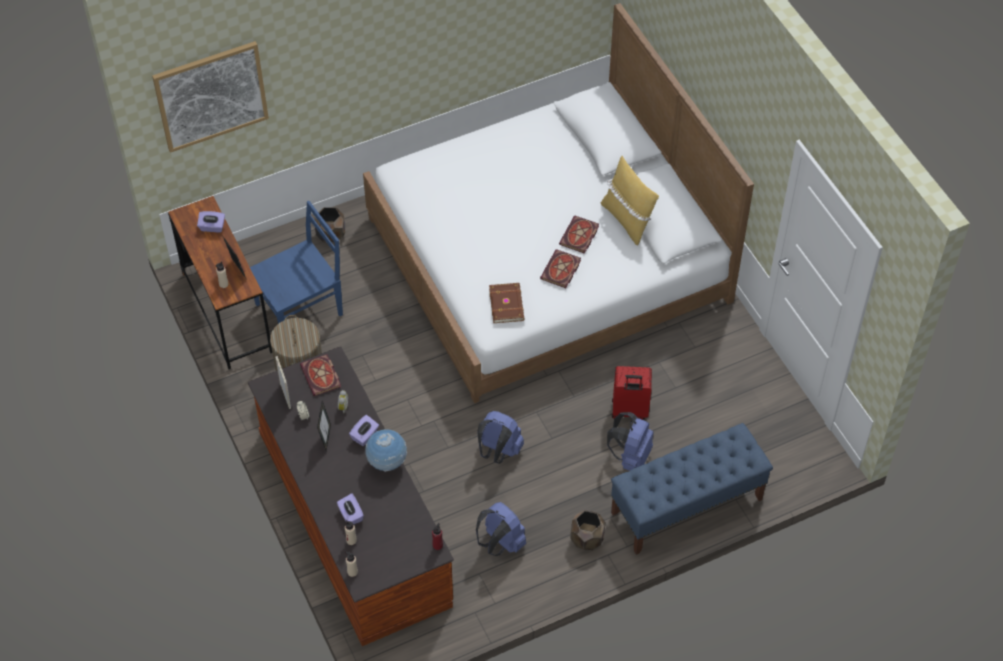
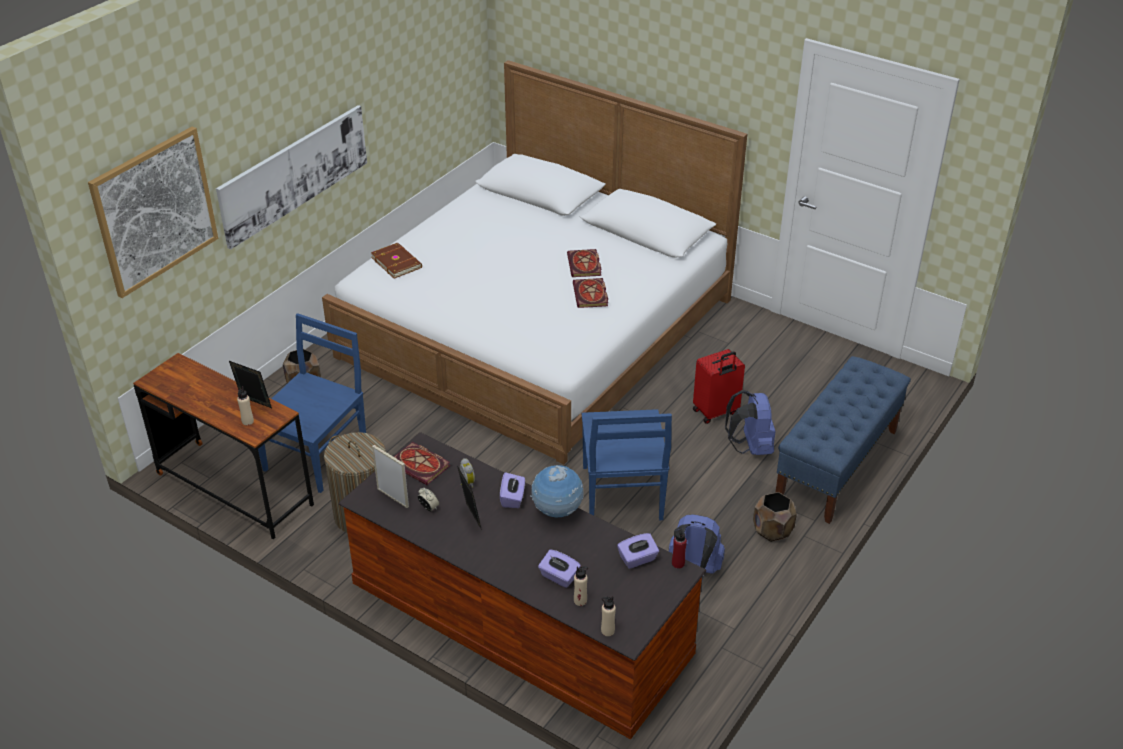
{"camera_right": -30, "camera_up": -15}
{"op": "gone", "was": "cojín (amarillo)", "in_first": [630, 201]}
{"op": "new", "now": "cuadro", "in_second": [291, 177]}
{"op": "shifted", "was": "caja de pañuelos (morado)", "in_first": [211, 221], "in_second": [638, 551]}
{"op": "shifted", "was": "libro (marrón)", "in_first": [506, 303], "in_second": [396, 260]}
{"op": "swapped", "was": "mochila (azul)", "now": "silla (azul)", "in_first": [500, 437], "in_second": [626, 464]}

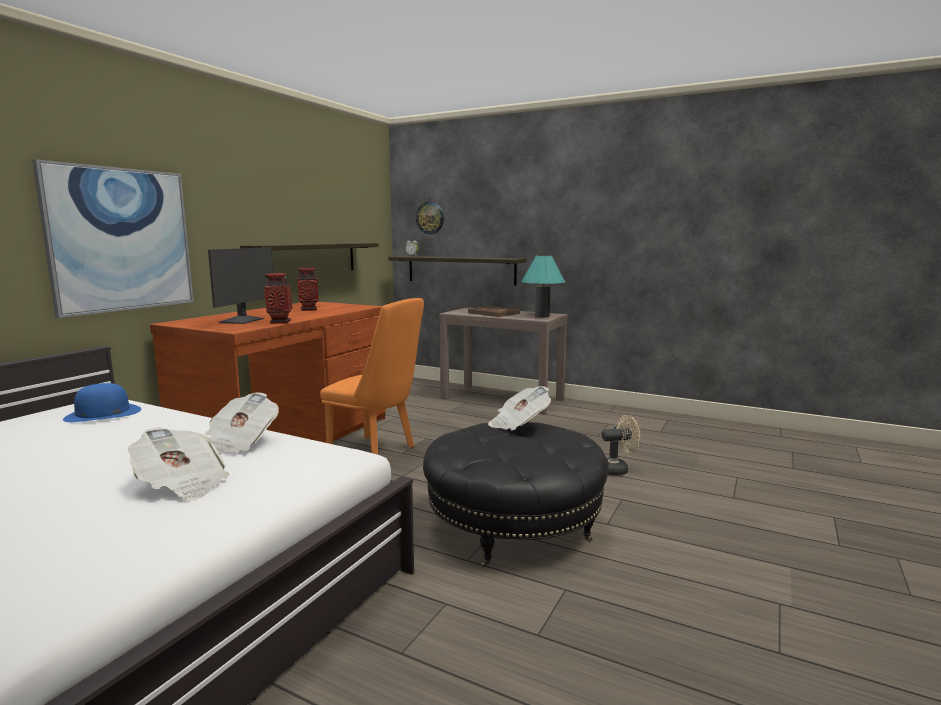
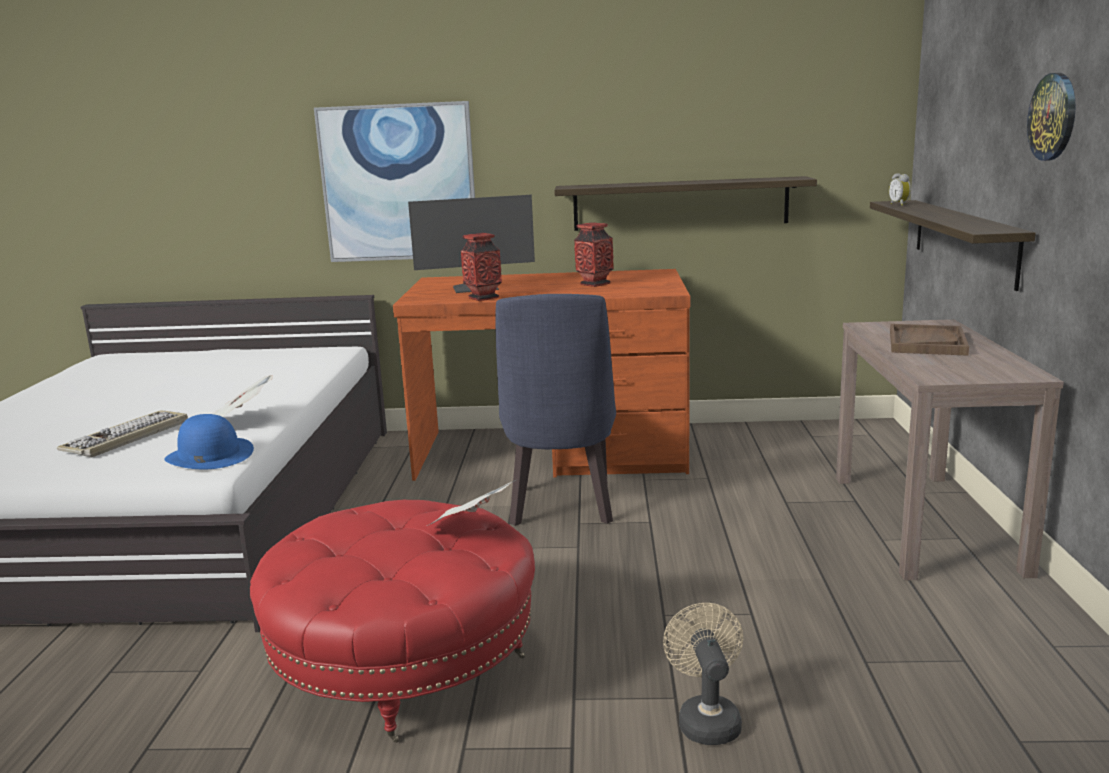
{"camera_right": 65, "camera_up": 5}
{"op": "gone", "was": "lámpara de mesa (turquesa)", "in_first": [543, 286]}
{"op": "shifted", "was": "sombrero (azul)", "in_first": [102, 402], "in_second": [209, 441]}
{"op": "shifted", "was": "reloj de pared", "in_first": [430, 218], "in_second": [1051, 117]}
{"op": "swapped", "was": "periódico", "now": "teclado", "in_first": [179, 464], "in_second": [122, 434]}
{"op": "repainted", "was": "silla (naranja)", "now": "silla (azul)", "in_first": [372, 376], "in_second": [555, 410]}
{"op": "repainted", "was": "puf (negro)", "now": "puf (rojo)", "in_first": [516, 495], "in_second": [392, 621]}
{"op": "rotated", "was": "ventilador (beis)", "in_first": [621, 445], "in_second": [703, 674], "clockwise": -150}

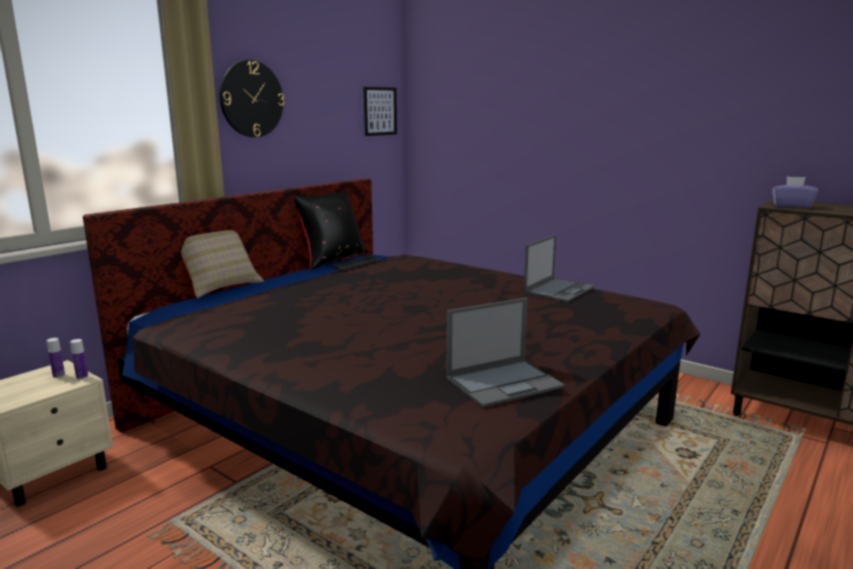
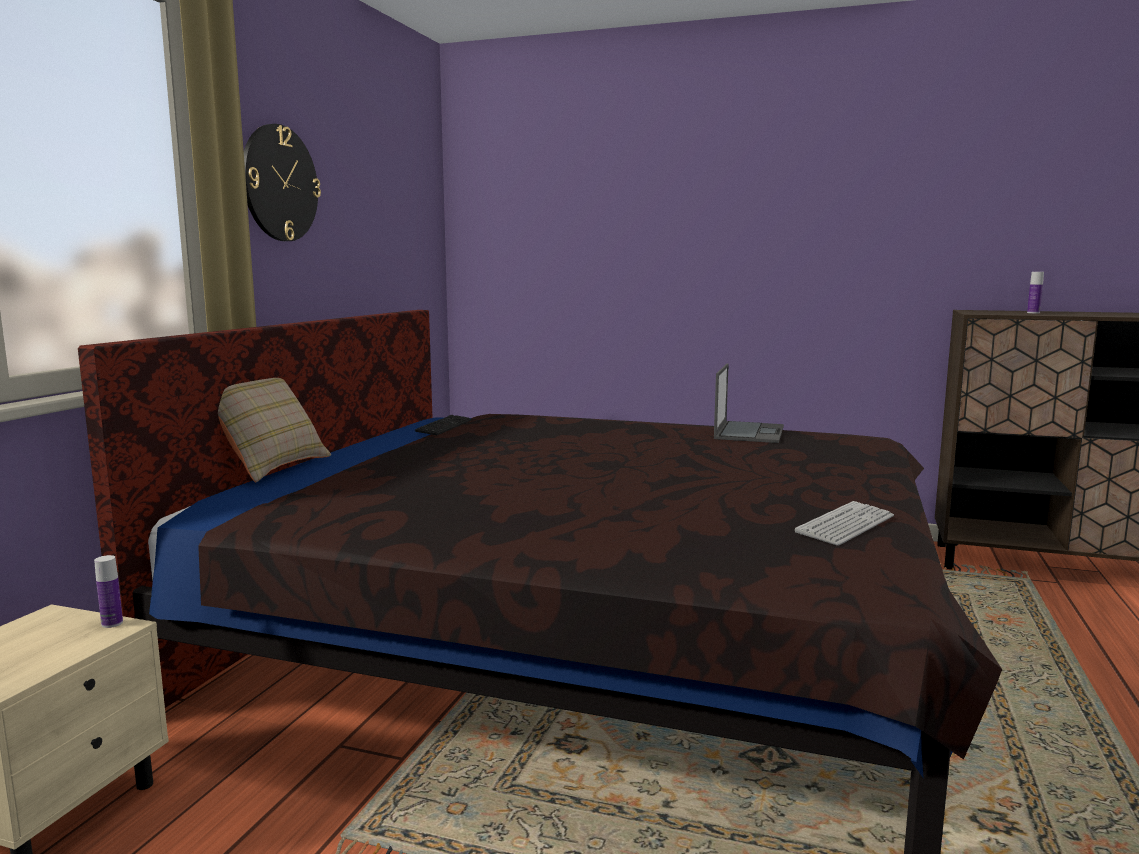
{"camera_right": -20, "camera_up": -5}
{"op": "gone", "was": "cojín (negro)", "in_first": [331, 231]}
{"op": "gone", "was": "cuadro", "in_first": [380, 111]}
{"op": "gone", "was": "caja de pañuelos (morado)", "in_first": [795, 192]}
{"op": "shifted", "was": "botella", "in_first": [56, 358], "in_second": [1035, 292]}
{"op": "swapped", "was": "portátil", "now": "teclado", "in_first": [505, 352], "in_second": [844, 523]}

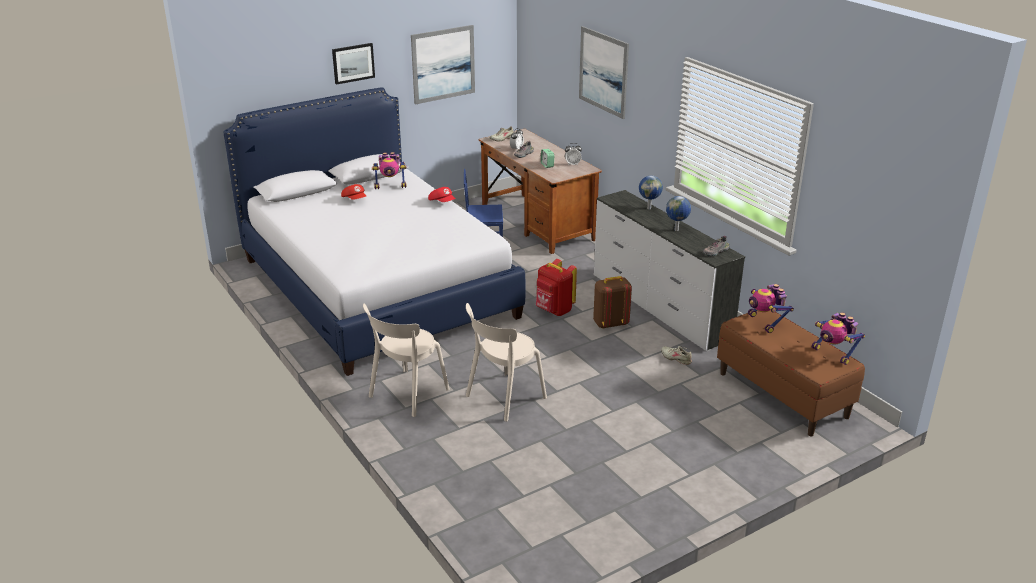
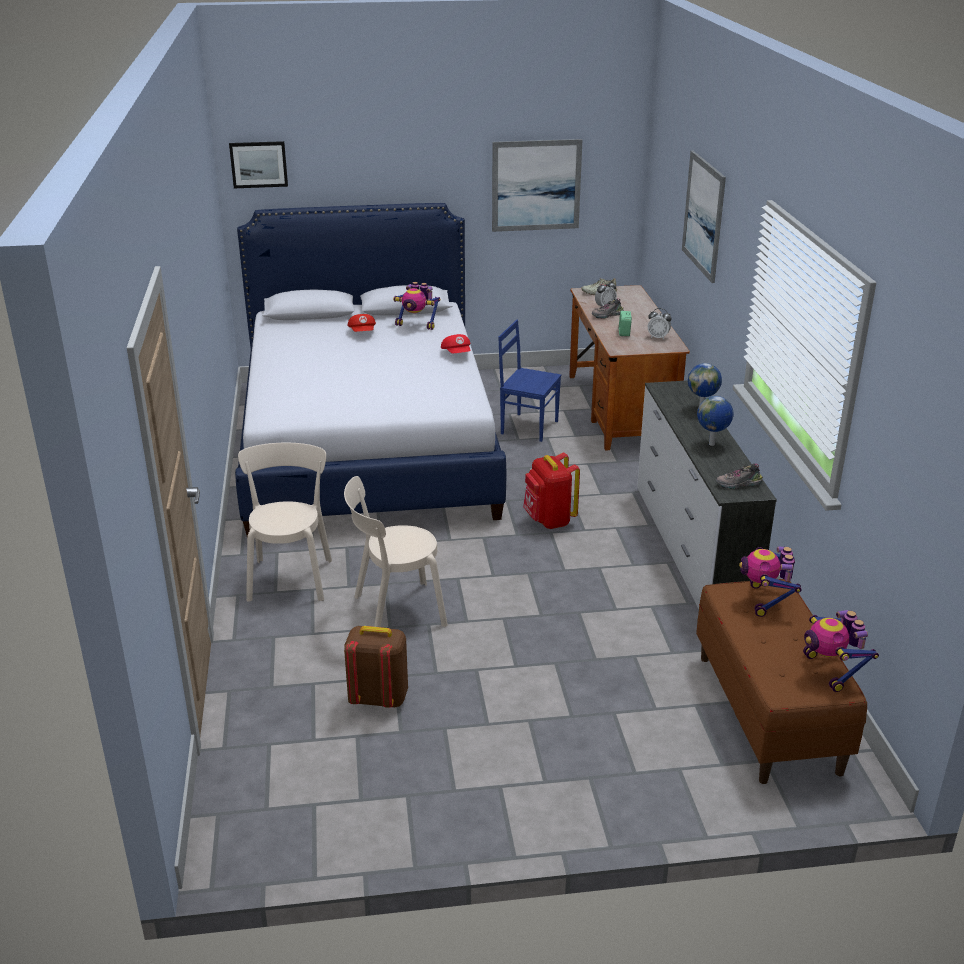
{"camera_right": 25, "camera_up": 0}
{"op": "gone", "was": "zapato (beis)", "in_first": [676, 355]}
{"op": "shifted", "was": "cuadro", "in_first": [353, 64], "in_second": [258, 164]}
{"op": "shifted", "was": "mochila (marrón)", "in_first": [612, 302], "in_second": [376, 667]}
{"op": "rotated", "was": "silla (beis)", "in_first": [406, 360], "in_second": [285, 522], "clockwise": 120}

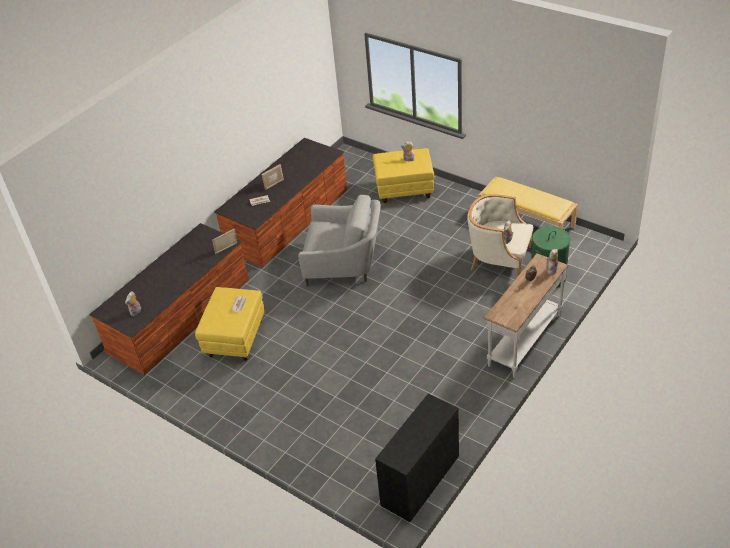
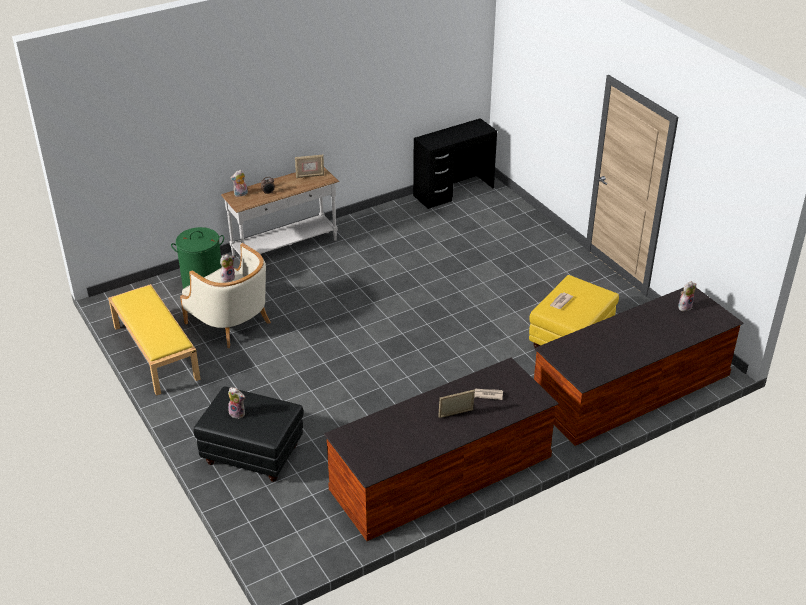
{"camera_right": -160, "camera_up": -5}
{"op": "gone", "was": "sillón (gris)", "in_first": [339, 241]}
{"op": "shifted", "was": "portarretratos", "in_first": [224, 241], "in_second": [309, 166]}
{"op": "repainted", "was": "puf (amarillo)", "now": "puf (negro)", "in_first": [403, 175], "in_second": [248, 434]}

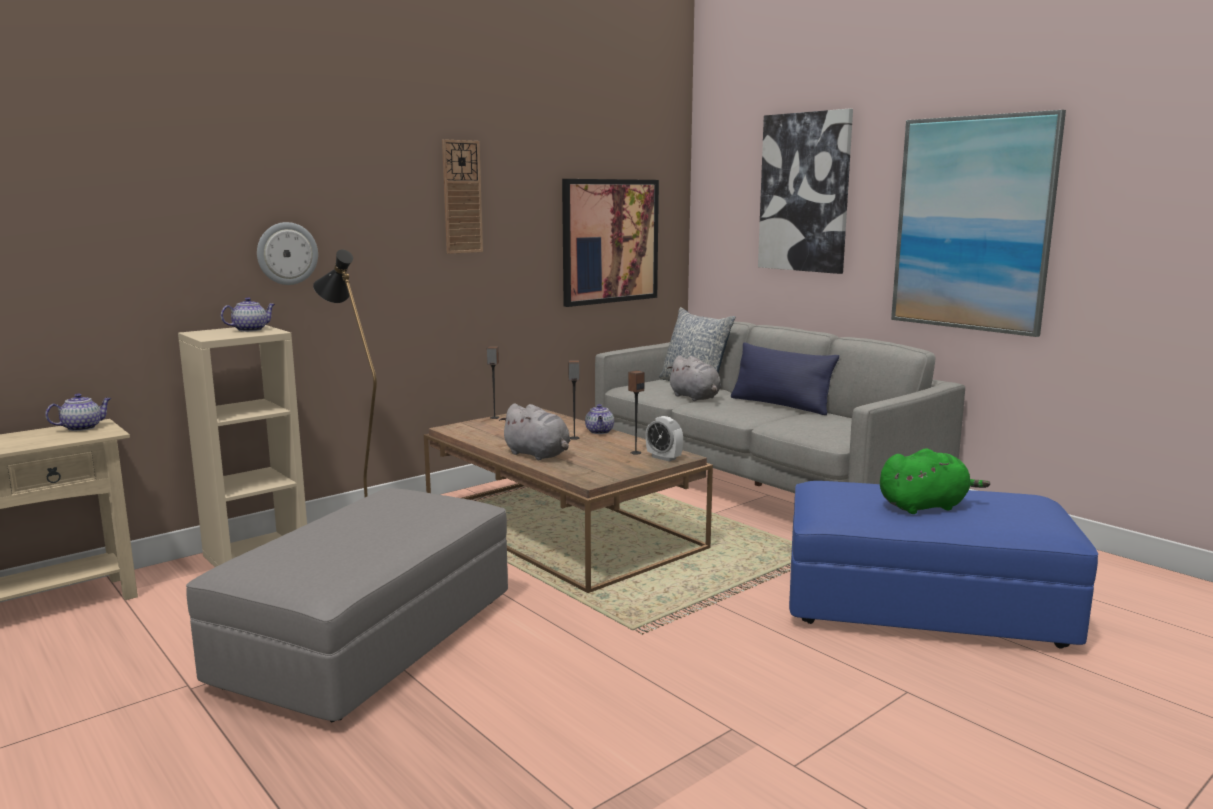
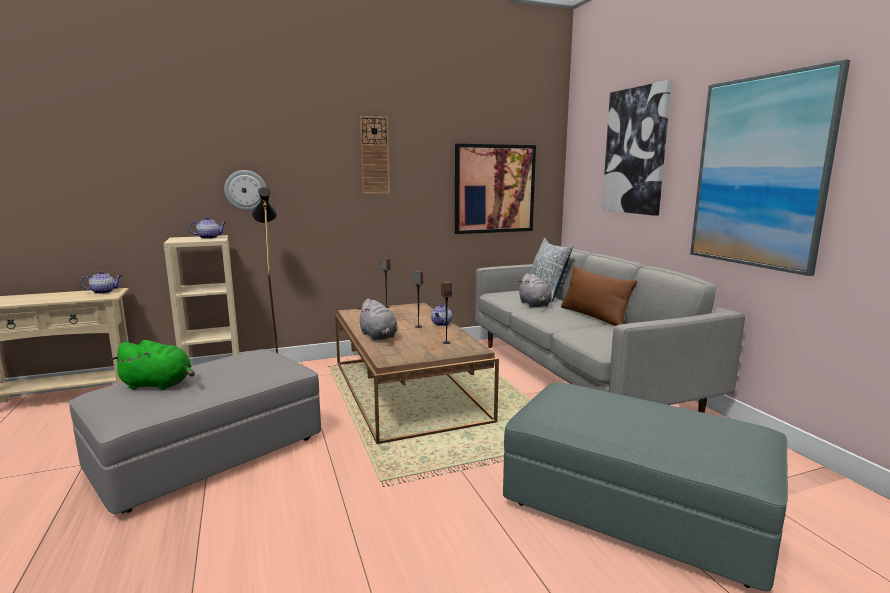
{"camera_right": 20, "camera_up": 0}
{"op": "gone", "was": "despertador", "in_first": [664, 439]}
{"op": "shifted", "was": "peluche (verde)", "in_first": [935, 481], "in_second": [153, 365]}
{"op": "repainted", "was": "cojín (azul)", "now": "cojín (marrón)", "in_first": [785, 378], "in_second": [599, 296]}
{"op": "repainted", "was": "puf (azul)", "now": "puf (gris)", "in_first": [943, 565], "in_second": [645, 487]}

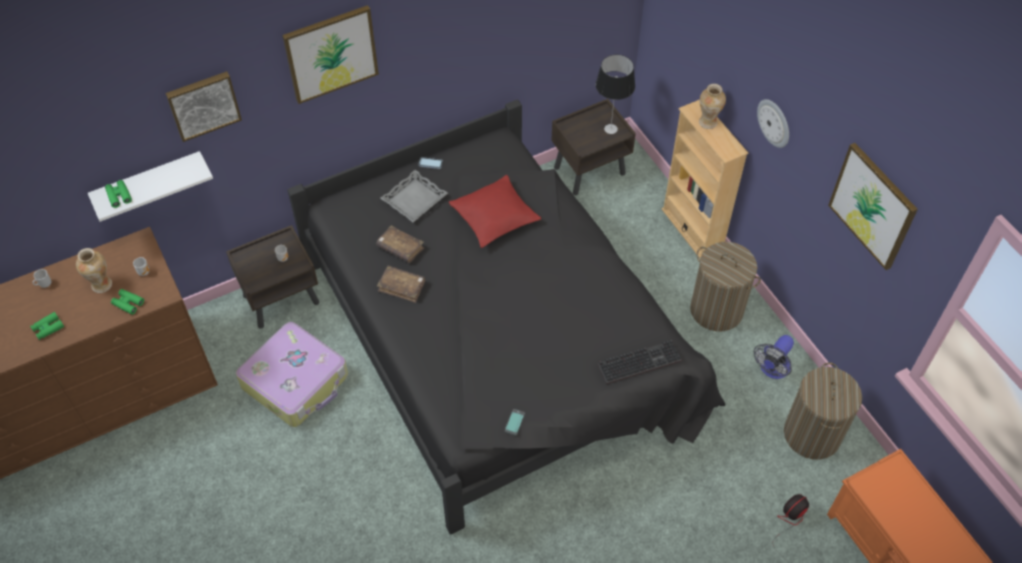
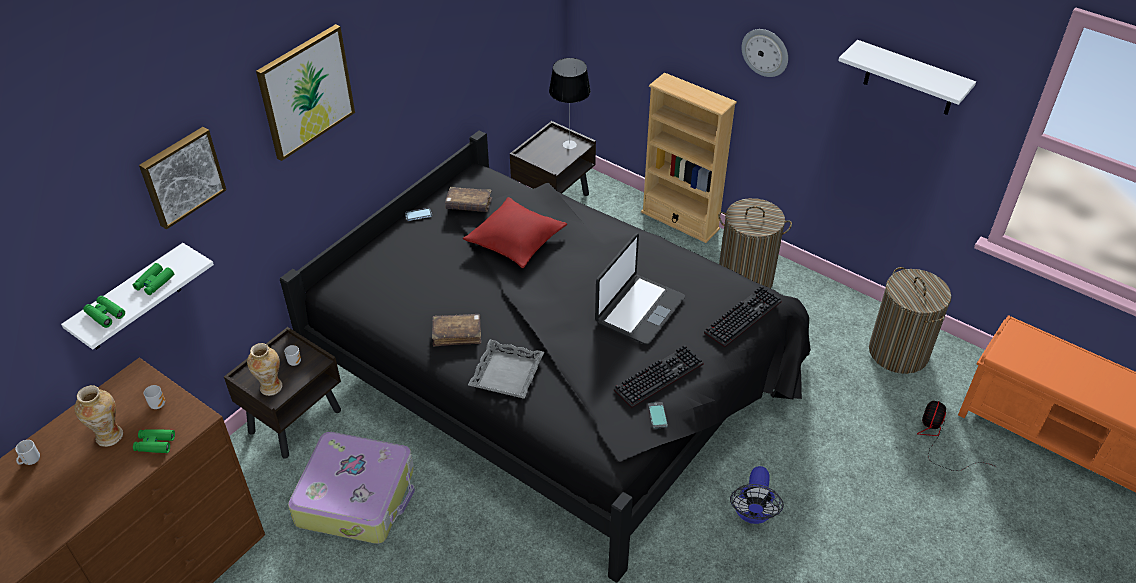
{"camera_right": -25, "camera_up": -10}
{"op": "new", "now": "portátil", "in_second": [640, 289]}
{"op": "new", "now": "teclado", "in_second": [658, 376]}
{"op": "shifted", "was": "prismáticos (verde)", "in_first": [47, 326], "in_second": [153, 279]}
{"op": "shifted", "was": "libro (marrón)", "in_first": [400, 244], "in_second": [468, 199]}
{"op": "shifted", "was": "bandeja (gris)", "in_first": [414, 196], "in_second": [506, 369]}
{"op": "shifted", "was": "florero", "in_first": [712, 106], "in_second": [264, 369]}
{"op": "shifted", "was": "ventilador", "in_first": [774, 357], "in_second": [757, 495]}
{"op": "swapped", "was": "cuadro", "now": "estante (blanco)", "in_first": [873, 206], "in_second": [907, 77]}

